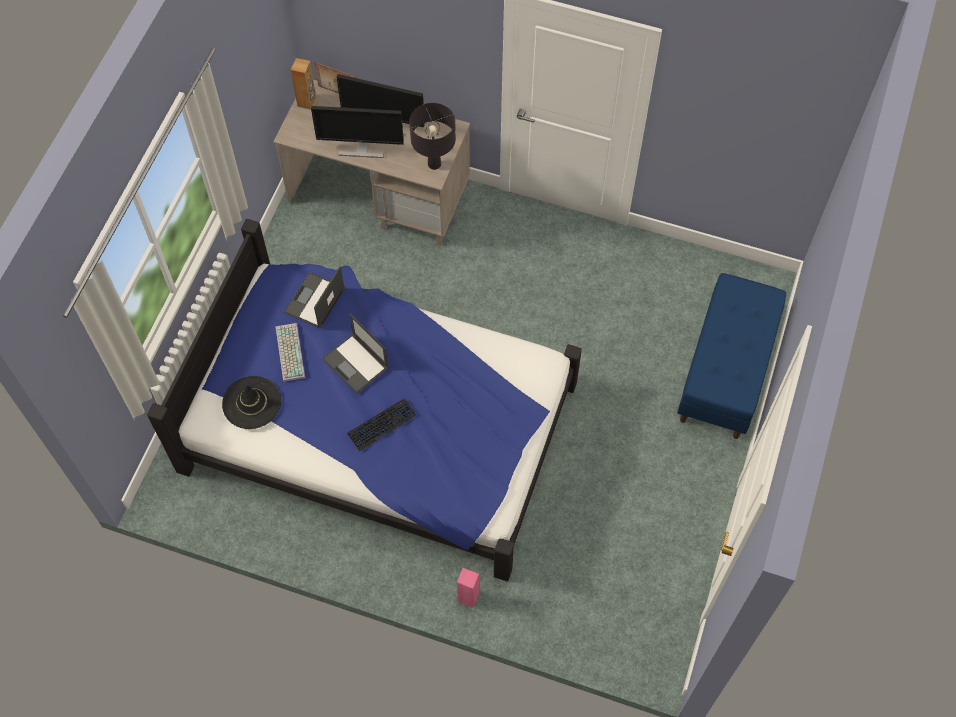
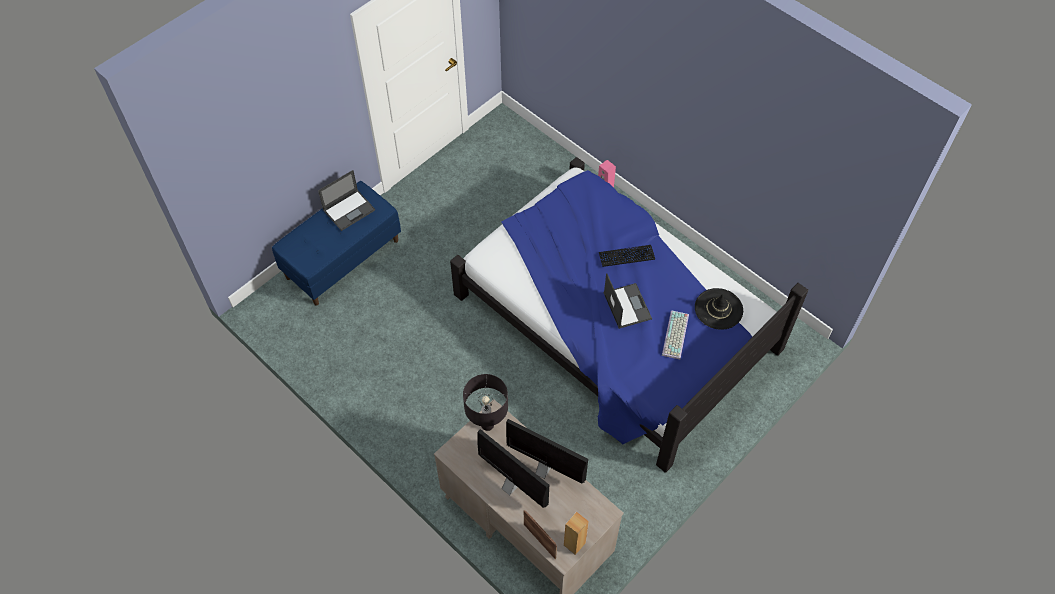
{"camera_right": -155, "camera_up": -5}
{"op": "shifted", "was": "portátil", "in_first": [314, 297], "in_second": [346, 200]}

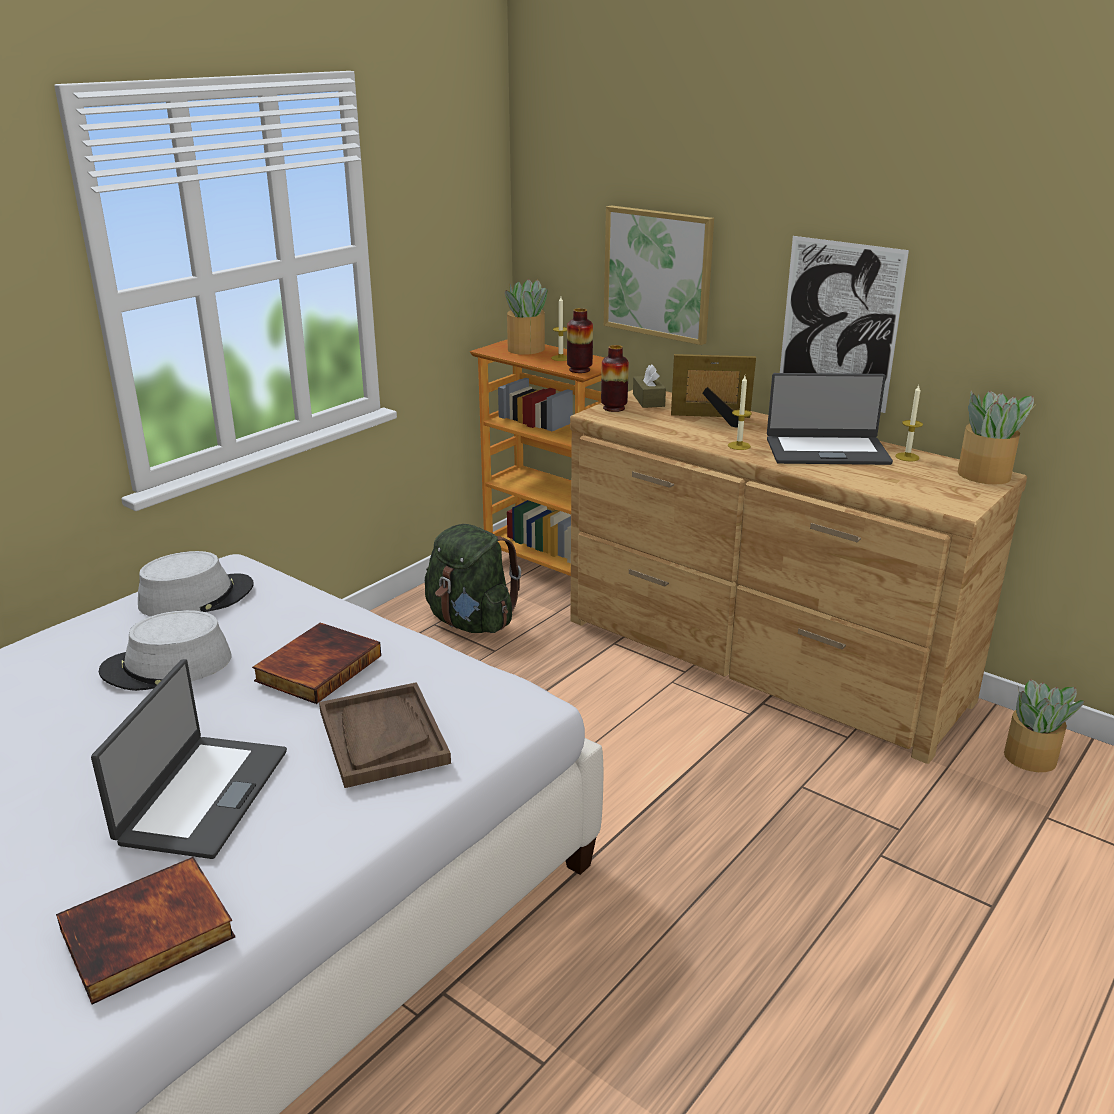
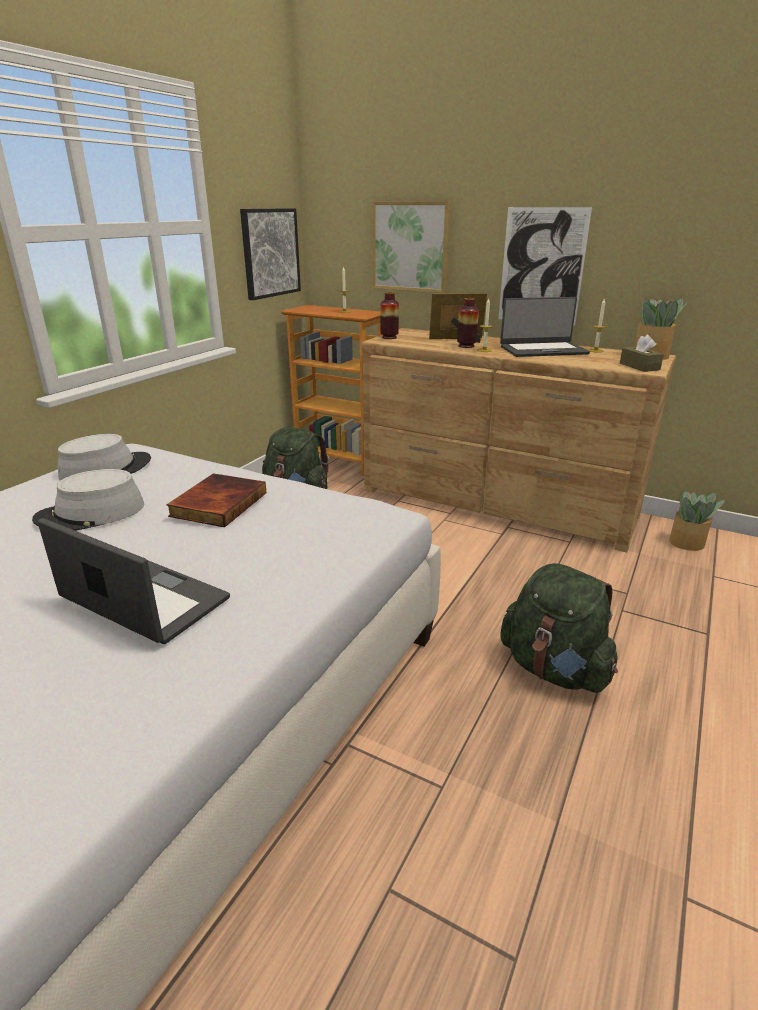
{"camera_right": -10, "camera_up": 0}
{"op": "gone", "was": "libro", "in_first": [145, 930]}
{"op": "gone", "was": "bandeja (marrón)", "in_first": [385, 735]}
{"op": "gone", "was": "planta en maceta", "in_first": [526, 317]}
{"op": "new", "now": "cuadro", "in_second": [270, 254]}
{"op": "new", "now": "mochila (verde)", "in_second": [559, 628]}
{"op": "shifted", "was": "florero", "in_first": [580, 340], "in_second": [468, 323]}
{"op": "shifted", "was": "caja de pañuelos (marrón)", "in_first": [649, 386], "in_second": [642, 353]}
{"op": "rotated", "was": "portátil", "in_first": [189, 759], "in_second": [134, 581], "clockwise": -60}

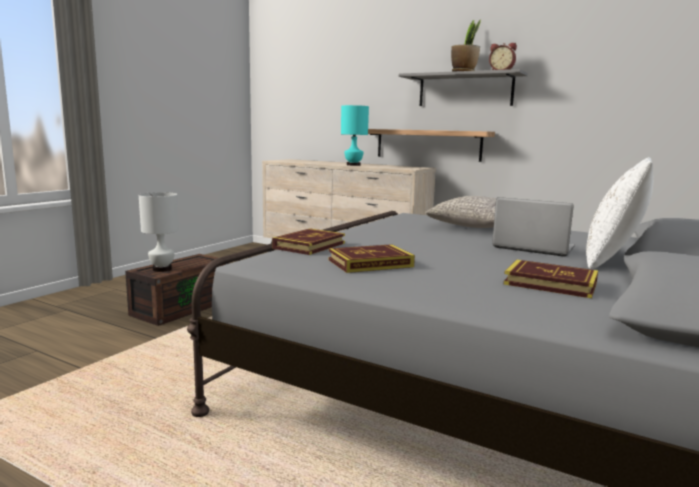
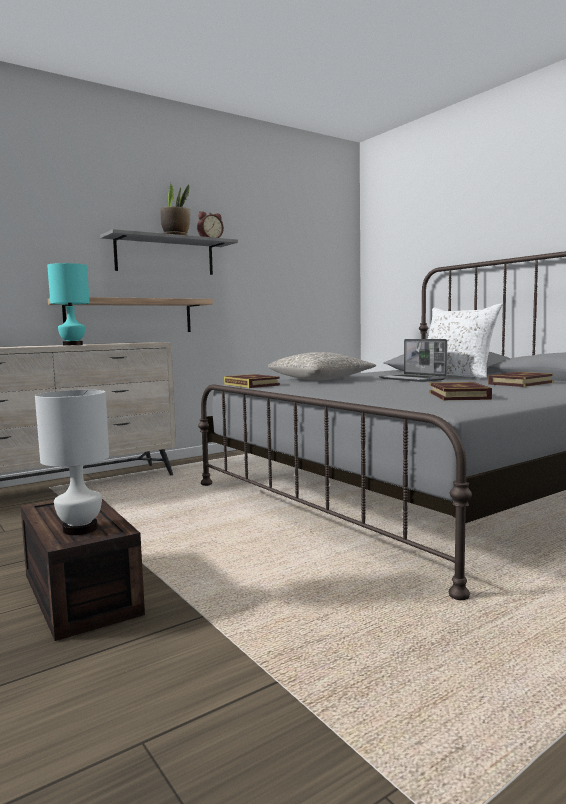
{"camera_right": -65, "camera_up": -5}
{"op": "shifted", "was": "libro", "in_first": [308, 241], "in_second": [252, 381]}
{"op": "rotated", "was": "portátil", "in_first": [533, 227], "in_second": [413, 360], "clockwise": -90}

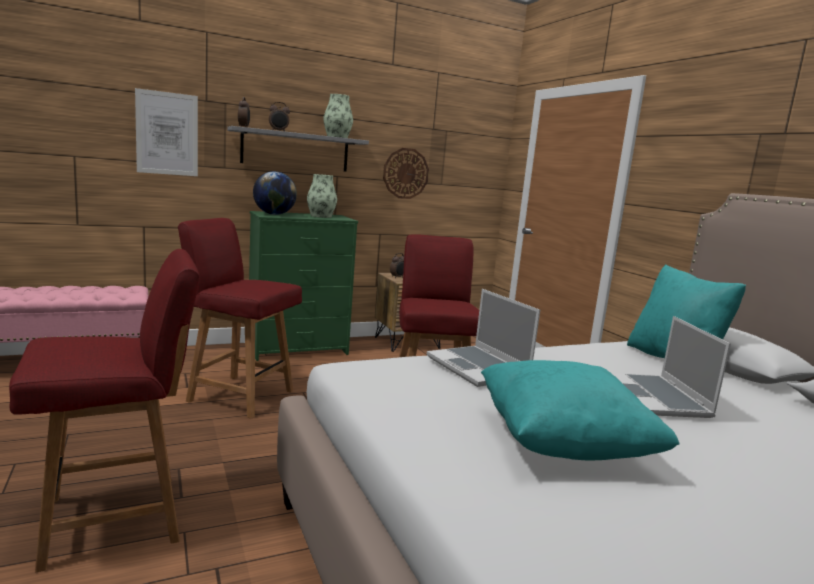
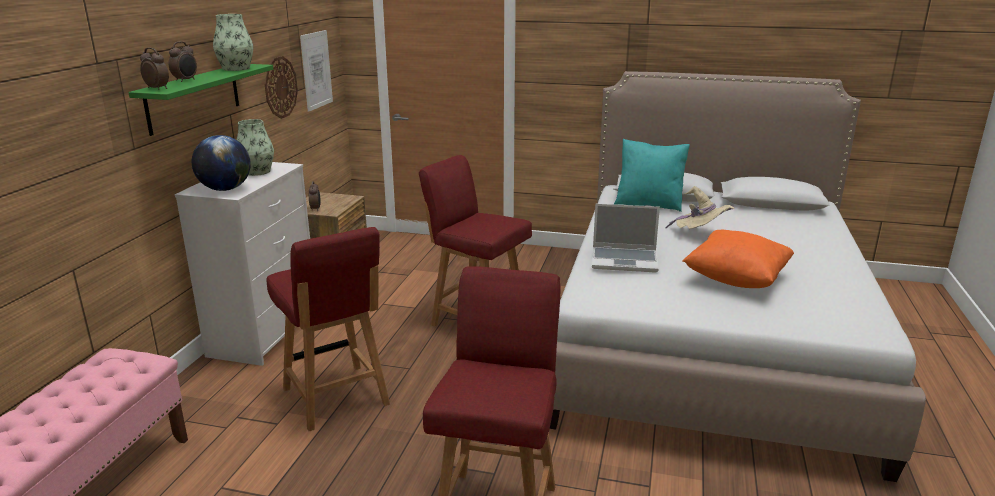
{"camera_right": -50, "camera_up": 10}
{"op": "shifted", "was": "cuadro", "in_first": [166, 132], "in_second": [316, 71]}
{"op": "swapped", "was": "portátil", "now": "sombrero (beis)", "in_first": [671, 367], "in_second": [700, 207]}
{"op": "repainted", "was": "estante (gris)", "now": "estante (verde)", "in_first": [298, 149], "in_second": [200, 100]}
{"op": "repainted", "was": "cómoda (verde)", "now": "cómoda (blanco)", "in_first": [303, 286], "in_second": [242, 264]}
{"op": "repainted", "was": "cojín (turquesa)", "now": "cojín (naranja)", "in_first": [580, 410], "in_second": [738, 259]}
{"op": "rotated", "was": "silla (rojo)", "in_first": [240, 318], "in_second": [328, 329], "clockwise": -90}

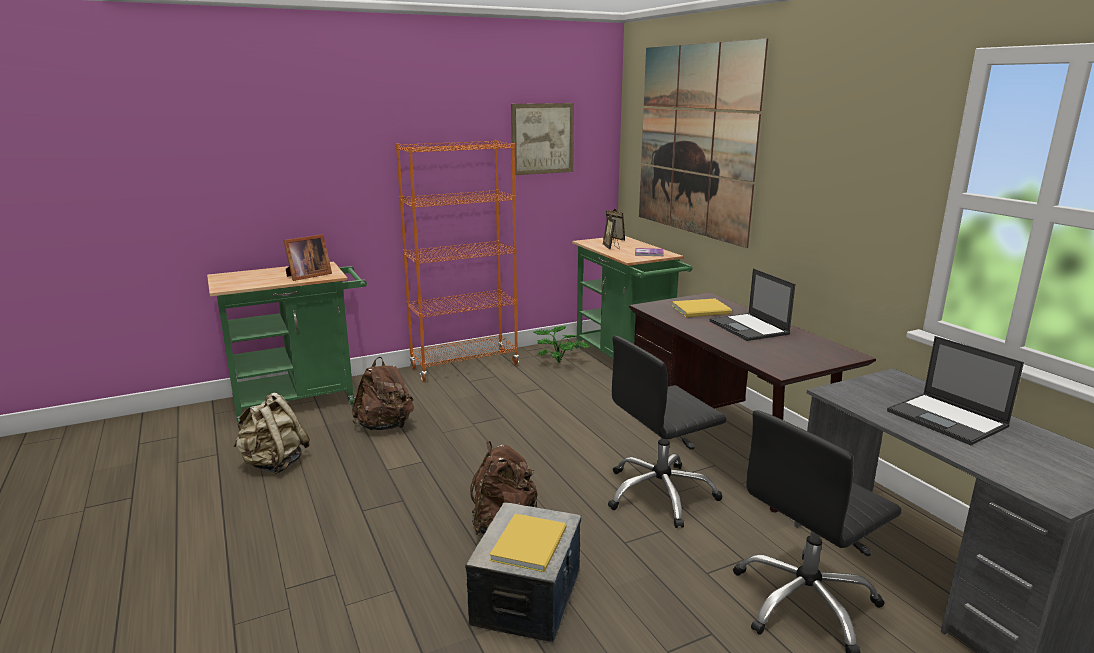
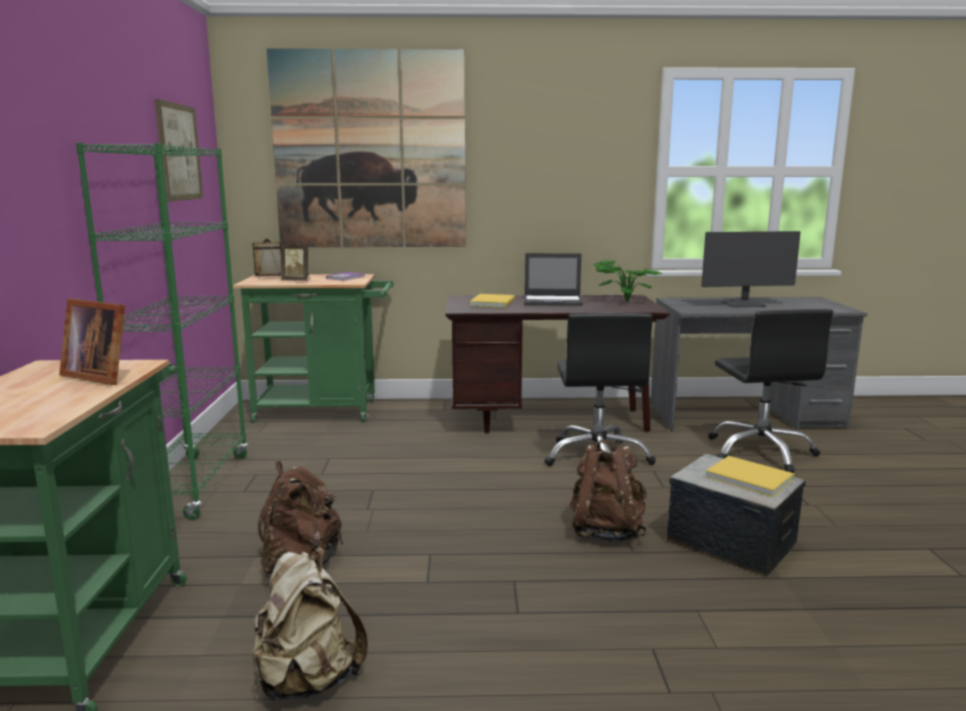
{"camera_right": -65, "camera_up": -5}
{"op": "shifted", "was": "planta en maceta", "in_first": [562, 344], "in_second": [627, 281]}
{"op": "swapped", "was": "portátil", "now": "monitor", "in_first": [955, 390], "in_second": [751, 269]}
{"op": "repainted", "was": "estantería (naranja)", "now": "estantería (verde)", "in_first": [457, 261], "in_second": [162, 331]}
{"op": "rotated", "was": "portarretratos", "in_first": [307, 257], "in_second": [92, 341], "clockwise": 135}

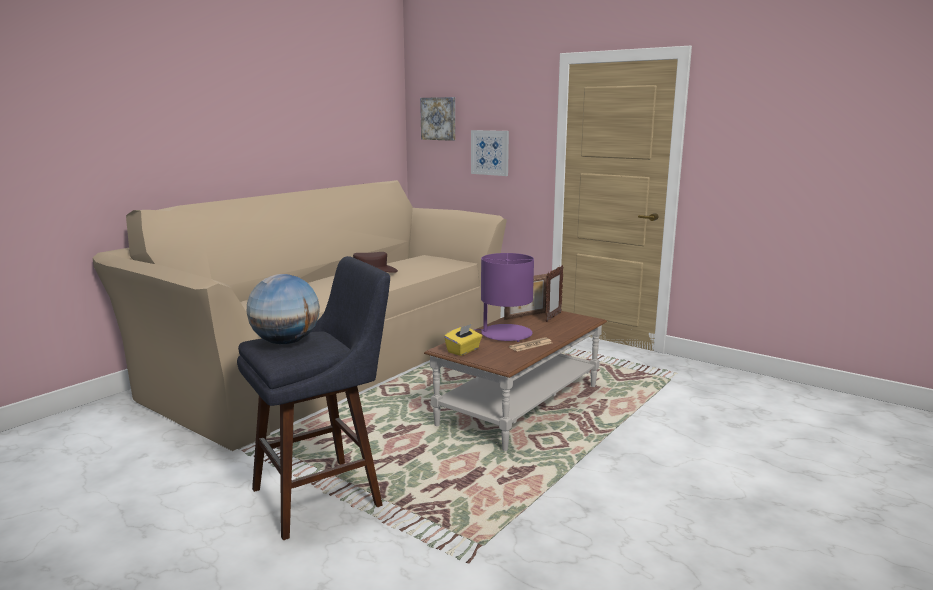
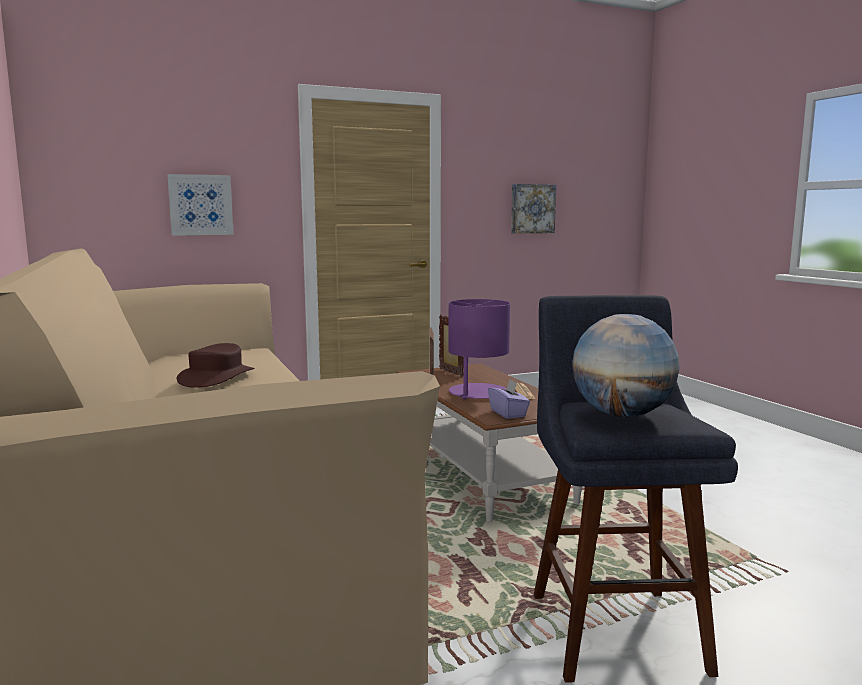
{"camera_right": -60, "camera_up": -5}
{"op": "shifted", "was": "cuadro", "in_first": [437, 119], "in_second": [533, 209]}
{"op": "repainted", "was": "caja de pañuelos (amarillo)", "now": "caja de pañuelos (morado)", "in_first": [463, 340], "in_second": [509, 399]}

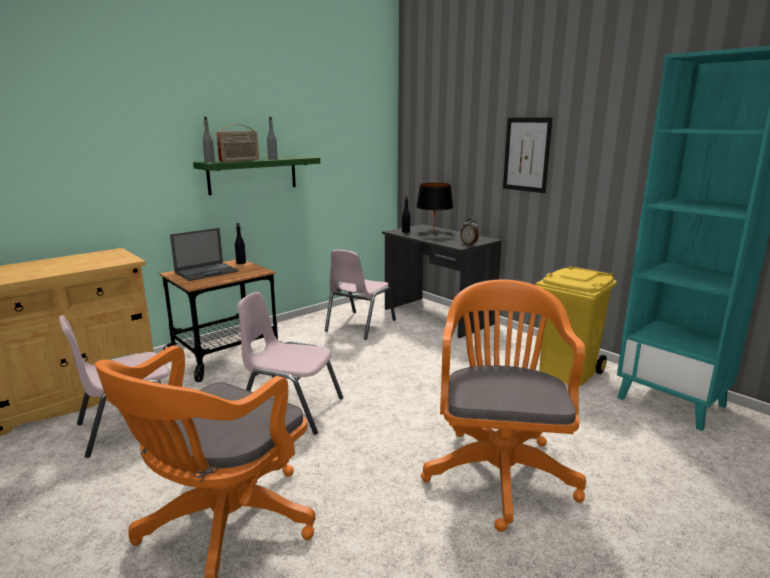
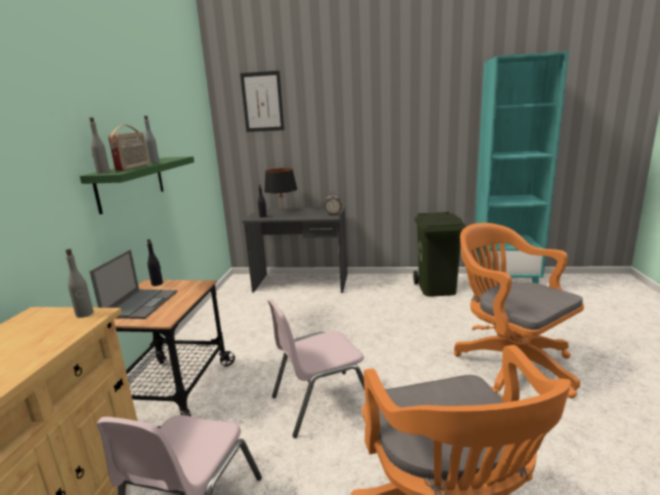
{"camera_right": -40, "camera_up": 0}
{"op": "gone", "was": "silla (rosa)", "in_first": [360, 295]}
{"op": "new", "now": "botella (gris)", "in_second": [79, 283]}
{"op": "shifted", "was": "cuadro", "in_first": [528, 155], "in_second": [262, 101]}
{"op": "repainted", "was": "papelera (amarillo)", "now": "papelera (verde)", "in_first": [576, 326], "in_second": [440, 254]}

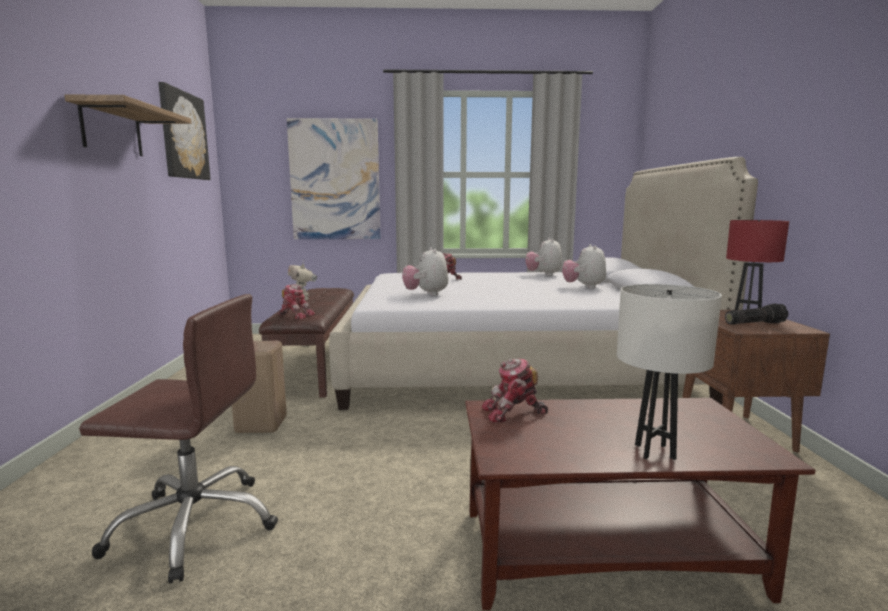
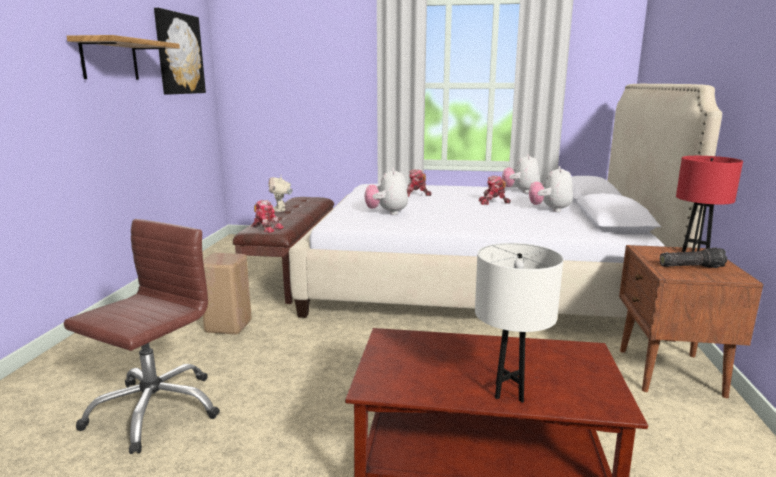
{"camera_right": 10, "camera_up": 5}
{"op": "gone", "was": "cuadro", "in_first": [334, 178]}
{"op": "shifted", "was": "robot de juguete", "in_first": [515, 390], "in_second": [495, 190]}
{"op": "rotated", "was": "silla de oficina (marrón)", "in_first": [178, 438], "in_second": [142, 336], "clockwise": -75}

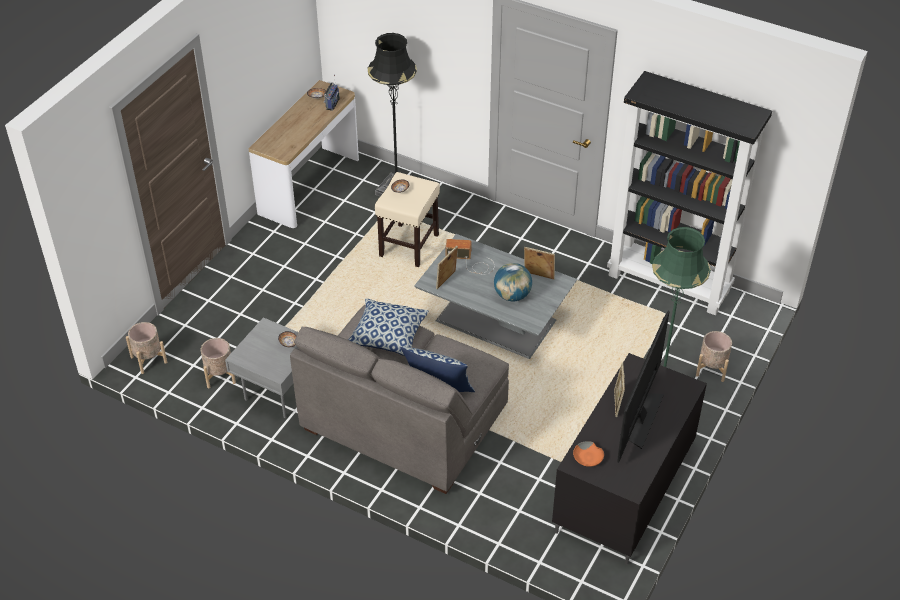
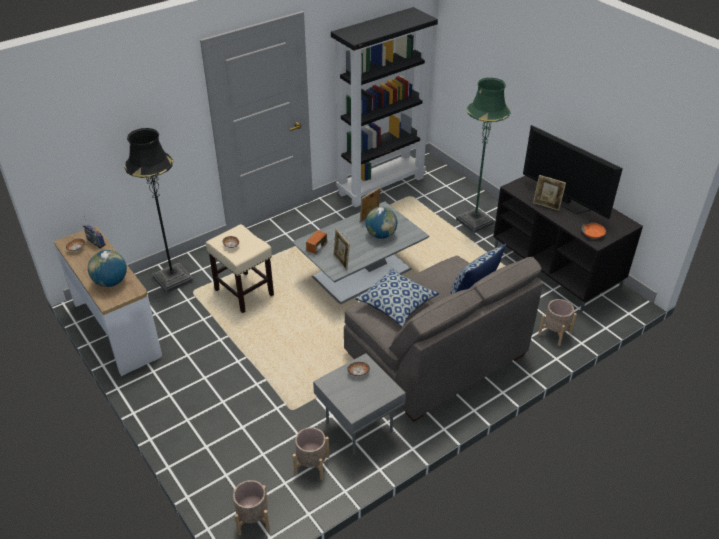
{"camera_right": -65, "camera_up": -5}
{"op": "new", "now": "globo terráqueo", "in_second": [107, 268]}
{"op": "shifted", "was": "maceta (beis)", "in_first": [714, 356], "in_second": [557, 322]}

